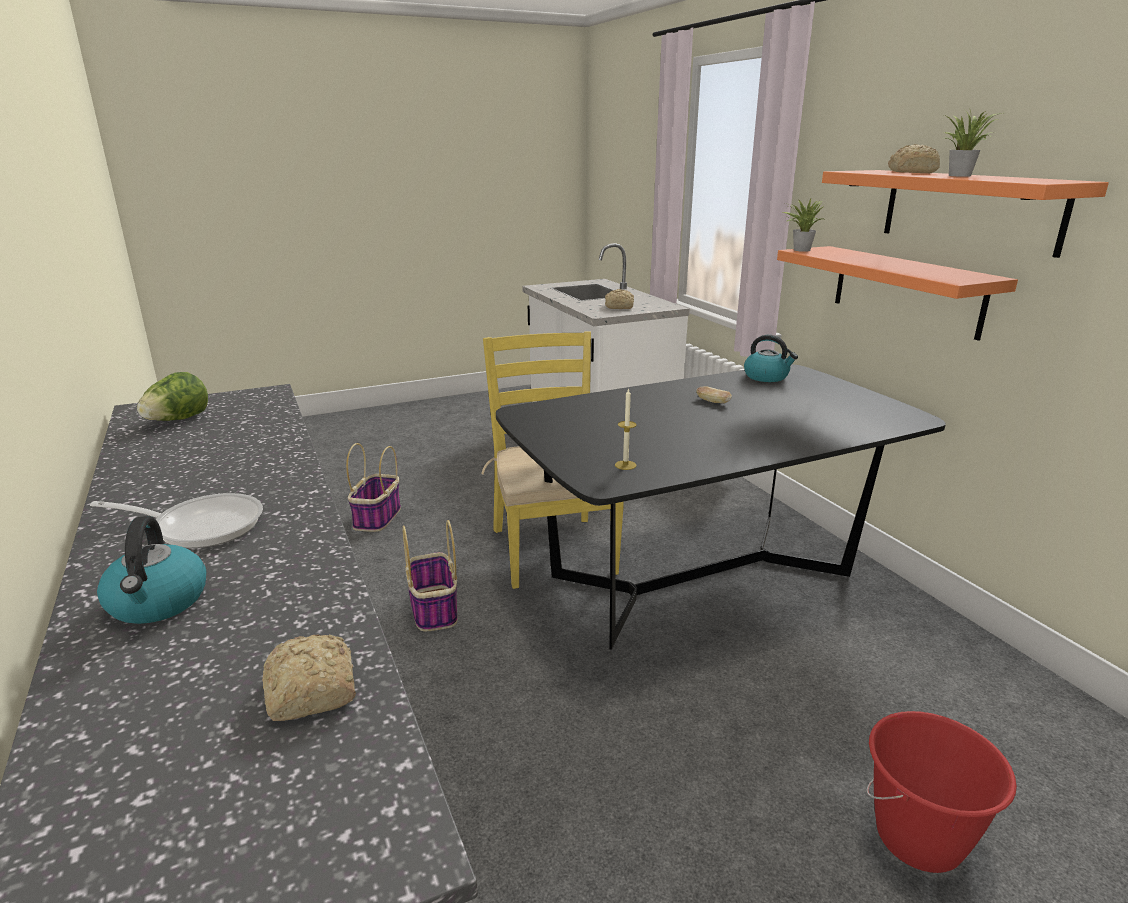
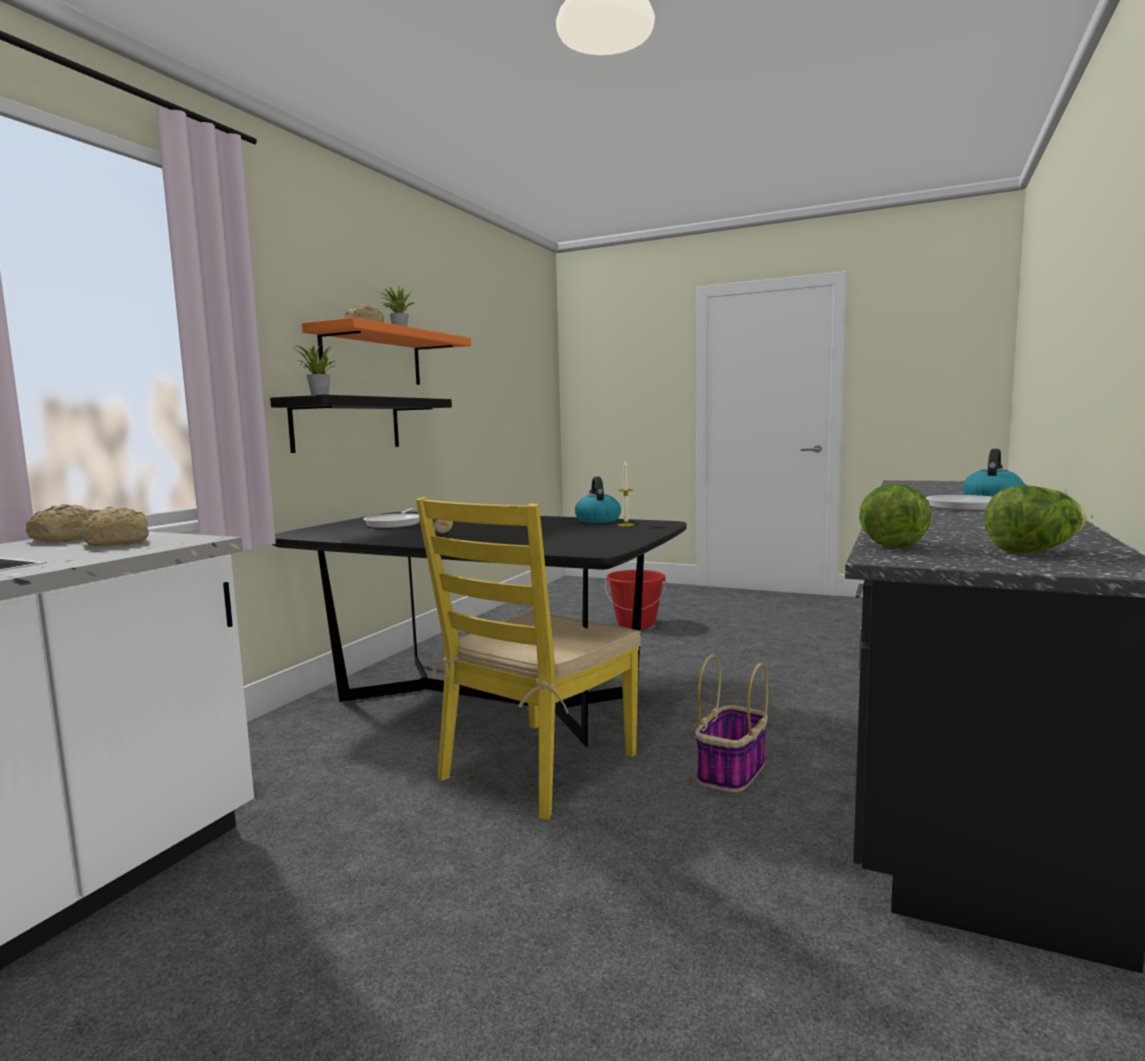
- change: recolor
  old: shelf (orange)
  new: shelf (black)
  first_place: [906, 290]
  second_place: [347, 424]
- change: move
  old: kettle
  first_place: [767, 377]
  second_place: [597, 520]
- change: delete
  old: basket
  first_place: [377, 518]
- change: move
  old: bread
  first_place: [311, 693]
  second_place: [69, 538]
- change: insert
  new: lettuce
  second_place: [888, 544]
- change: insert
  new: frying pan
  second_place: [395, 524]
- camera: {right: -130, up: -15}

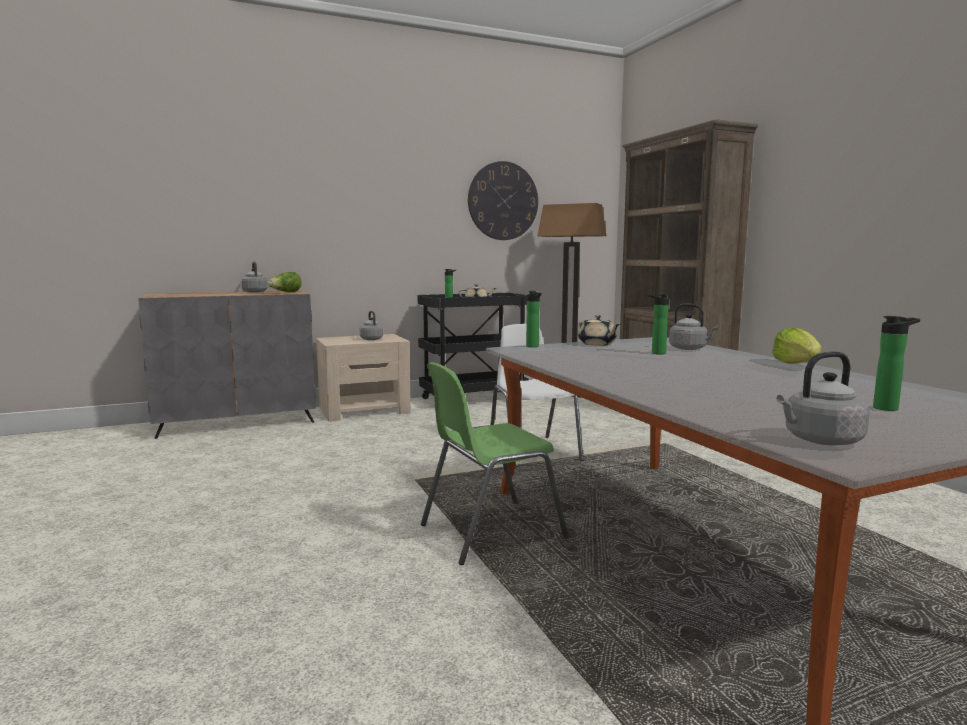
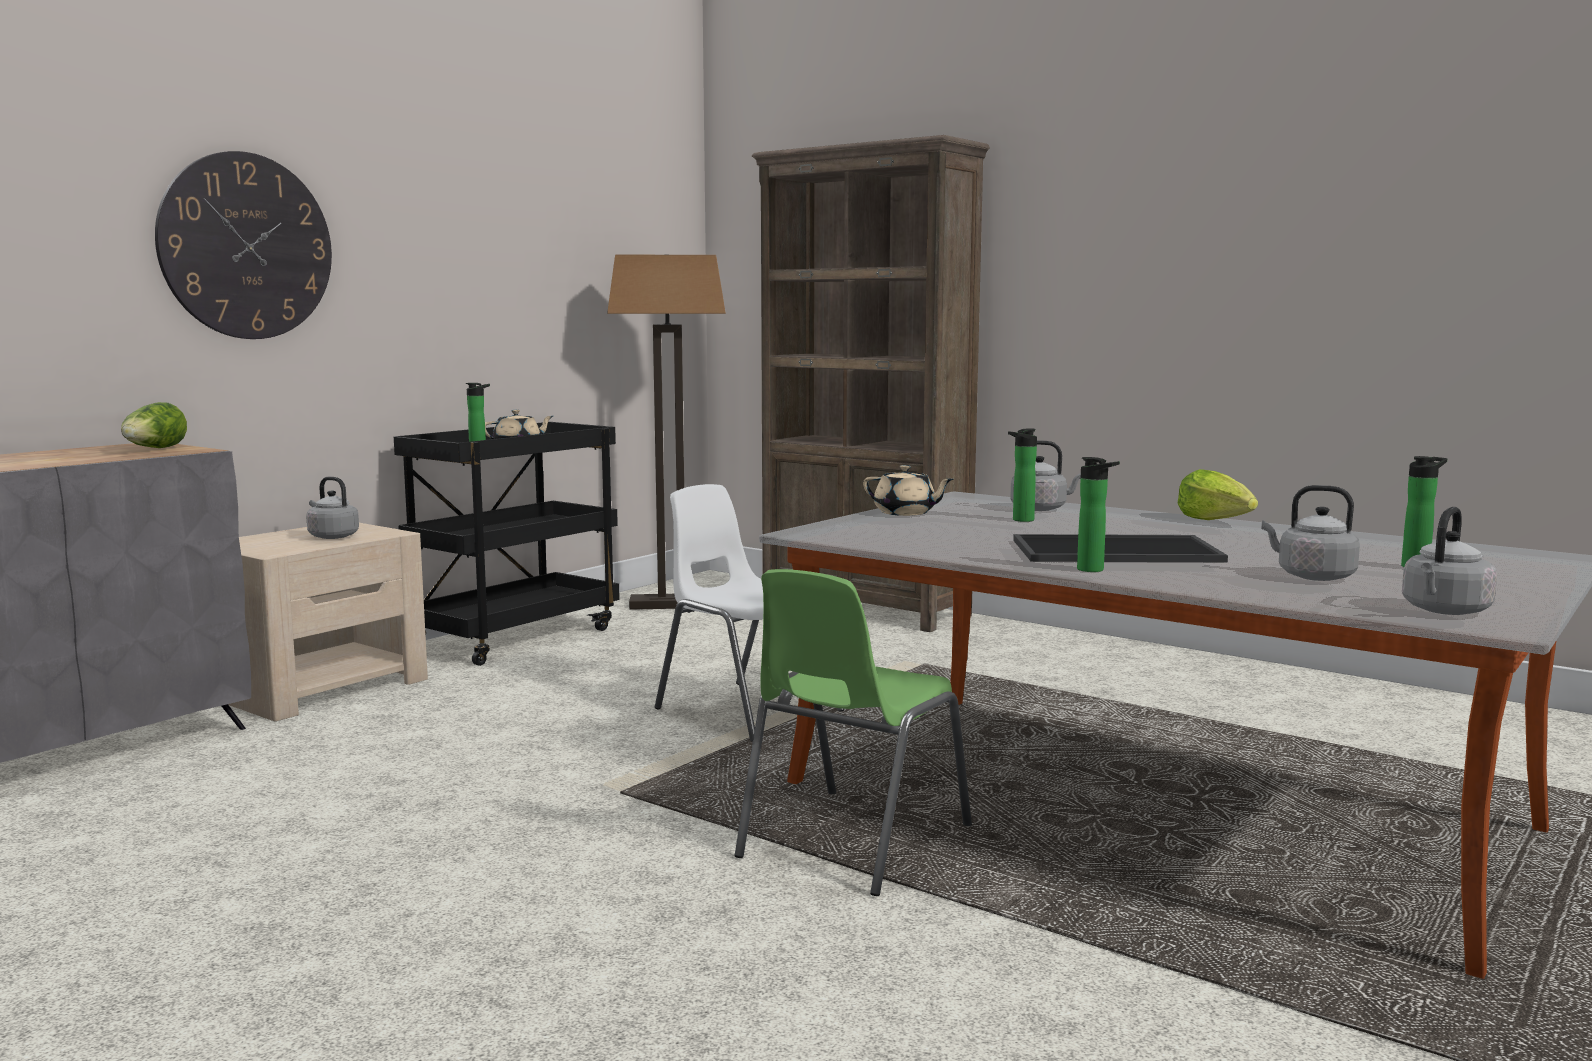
- change: move
  old: wall clock
  first_place: [503, 201]
  second_place: [246, 246]
- change: move
  old: kettle (grey)
  first_place: [254, 292]
  second_place: [1311, 576]
- change: move
  old: bottle
  first_place: [533, 346]
  second_place: [1094, 570]
- change: insert
  new: tray
  second_place: [1114, 551]
- camera: {right: -30, up: 0}

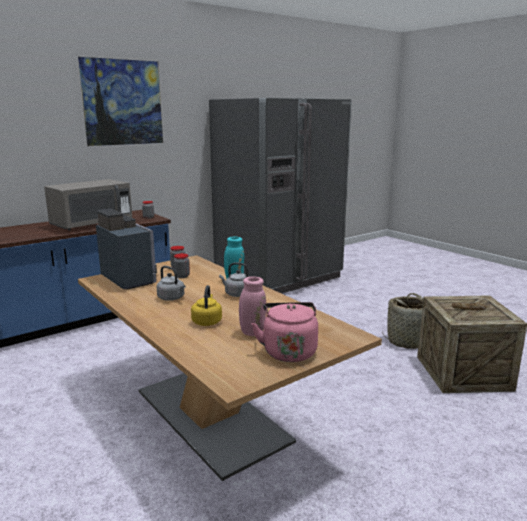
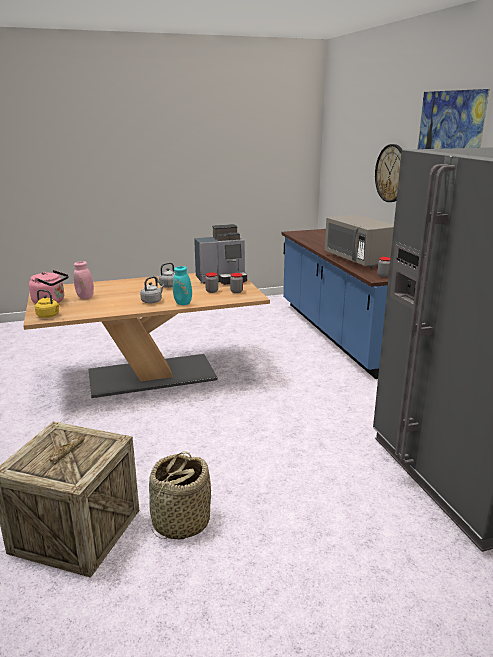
- change: move
  old: kettle (yellow)
  first_place: [207, 321]
  second_place: [49, 316]
- change: insert
  new: wall clock
  second_place: [392, 173]
- camera: {right: 110, up: 5}

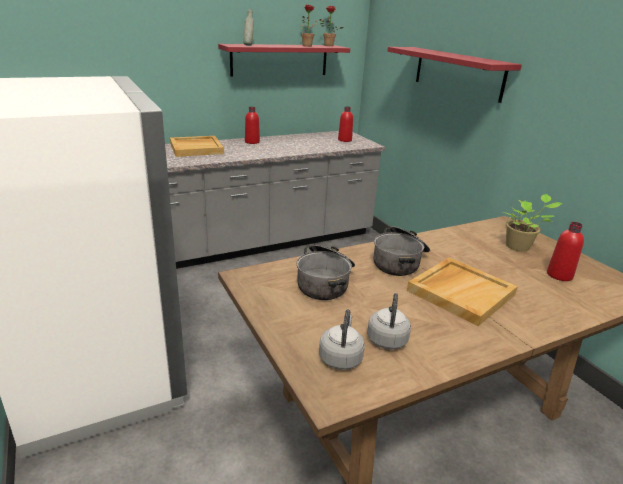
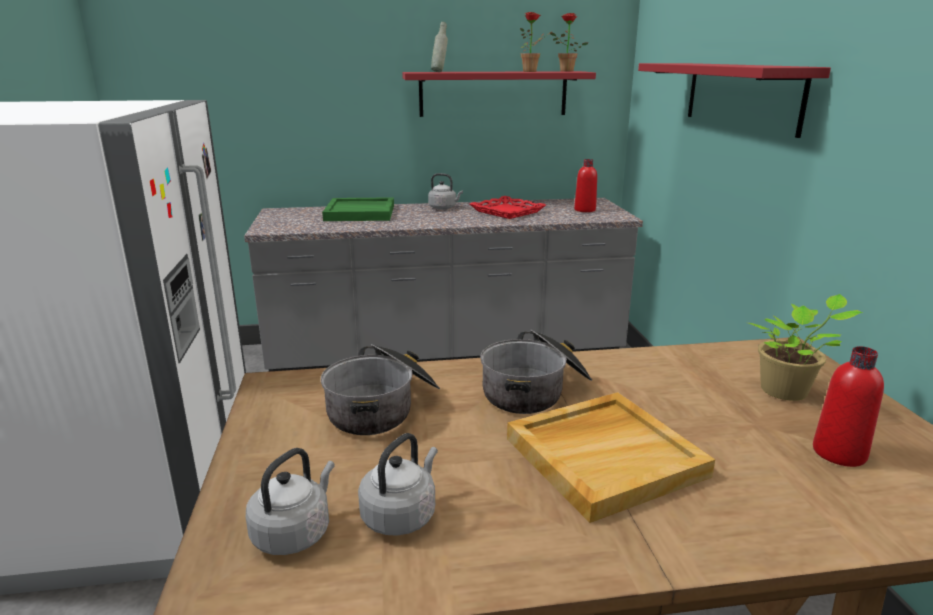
- change: replace
  old: bottle (red)
  new: kettle (grey)
  first_place: [252, 142]
  second_place: [444, 208]
- change: recolor
  old: tray (beige)
  new: tray (green)
  first_place: [196, 148]
  second_place: [361, 213]
- change: insert
  new: tray (red)
  second_place: [507, 212]
- camera: {right: 20, up: -5}

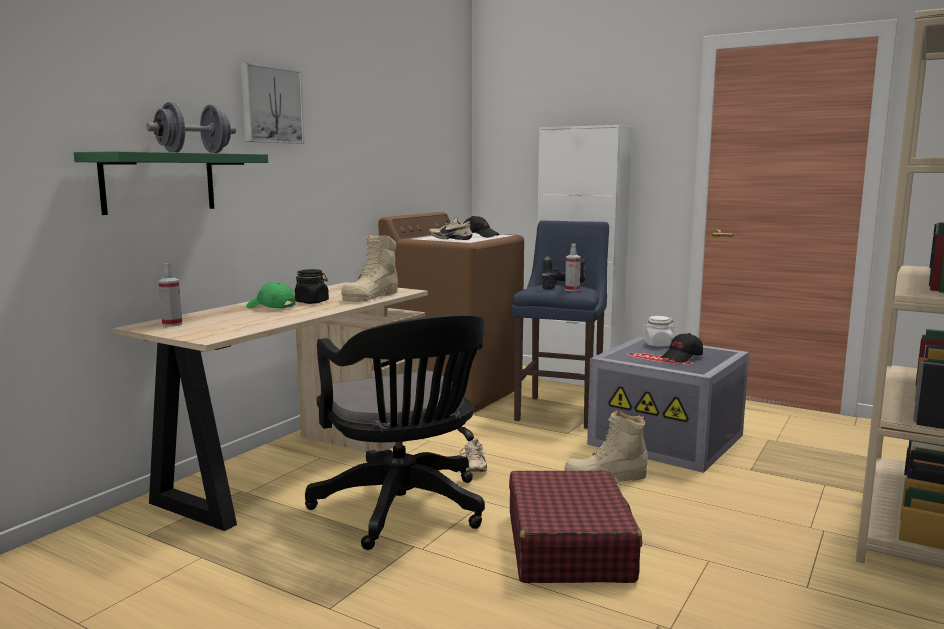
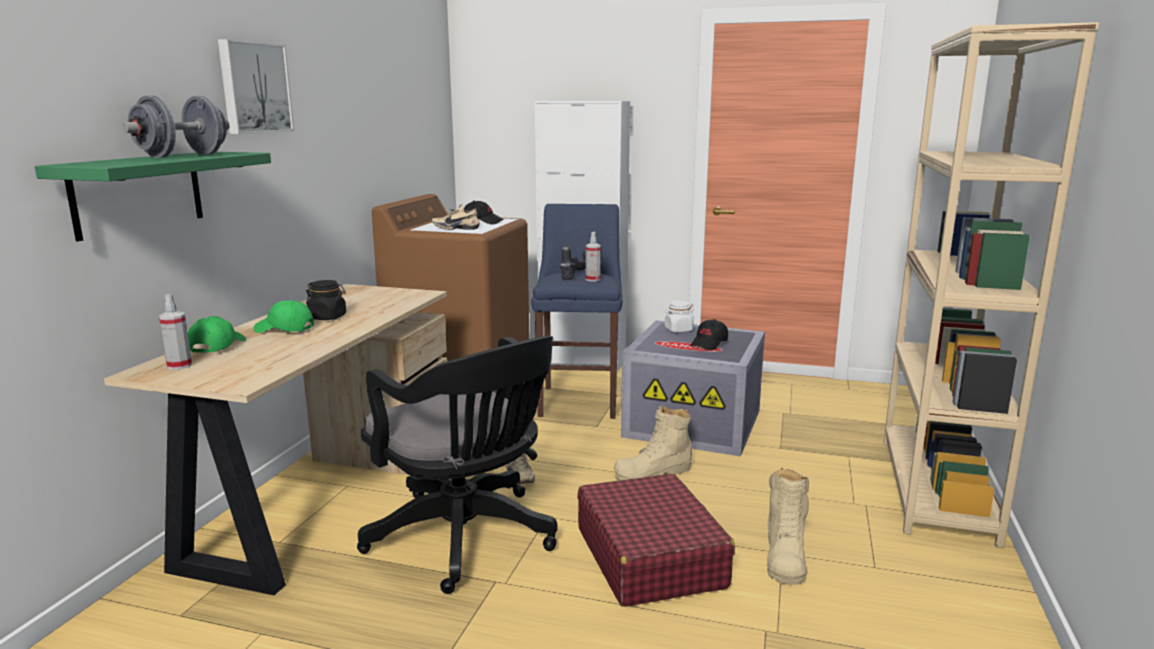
- change: move
  old: boot (beige)
  first_place: [371, 296]
  second_place: [785, 556]
- change: insert
  new: cap (green)
  second_place: [217, 346]
- camera: {right: -15, up: 5}

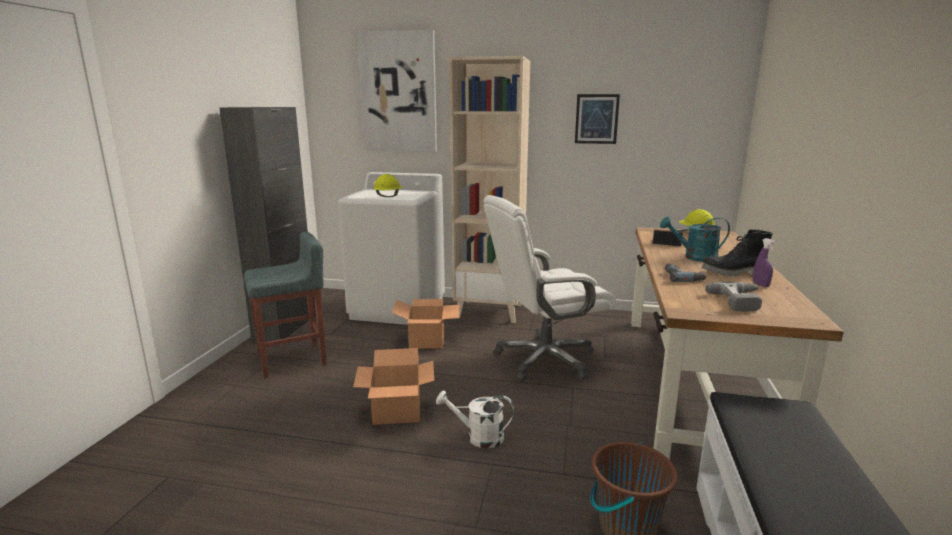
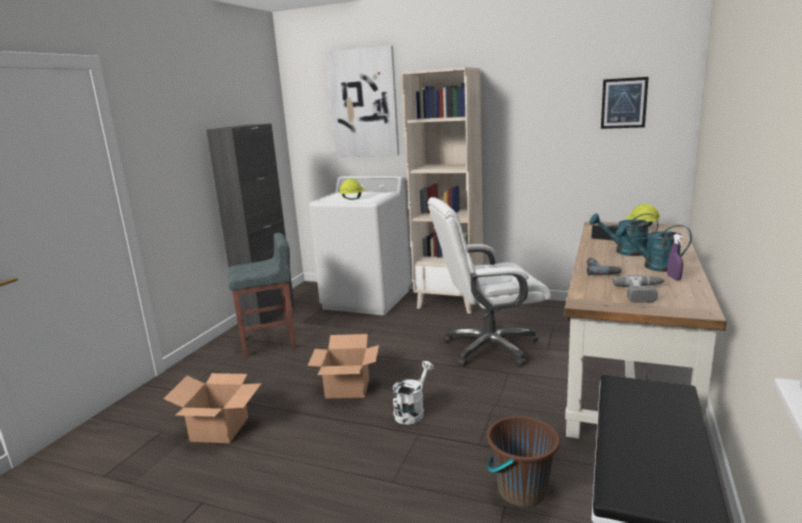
- change: move
  old: picture
  first_place: [596, 119]
  second_place: [624, 103]
- change: replace
  old: boot (black)
  new: watering can (turquoise)
  first_place: [734, 273]
  second_place: [654, 267]
- change: move
  old: cardboard box
  first_place: [426, 340]
  second_place: [219, 428]
- change: rotate
  old: watering can (white)
  first_place: [478, 437]
  second_place: [412, 411]
  degrees: 105
- camera: {right: 10, up: 0}

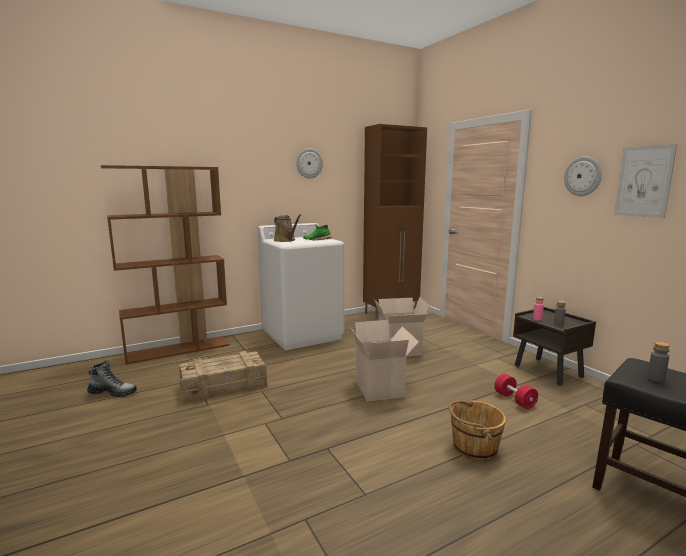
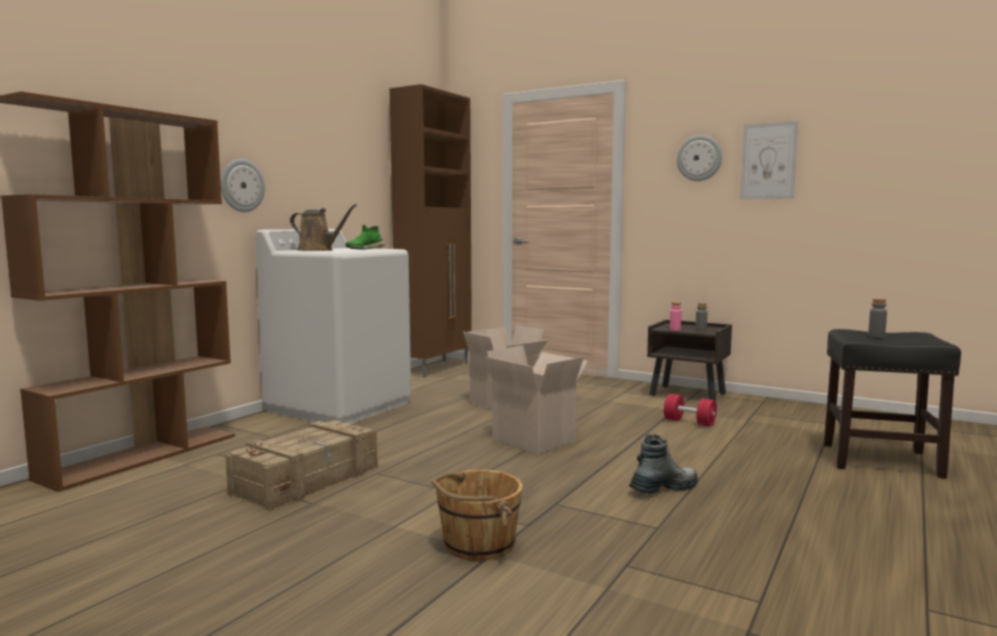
- change: move
  old: wall clock
  first_place: [309, 163]
  second_place: [241, 185]
- change: move
  old: boot
  first_place: [113, 393]
  second_place: [663, 489]
- change: move
  old: bucket (brown)
  first_place: [473, 447]
  second_place: [477, 544]
- camera: {right: -30, up: -5}

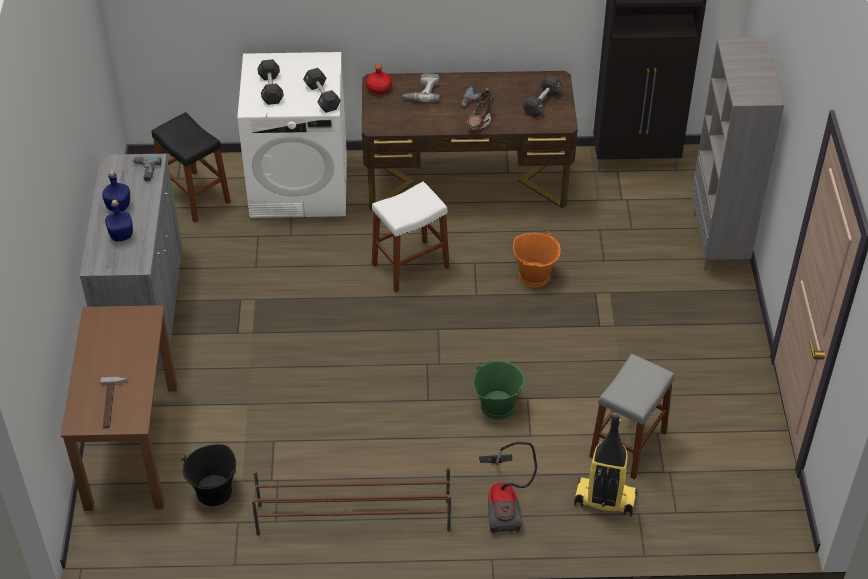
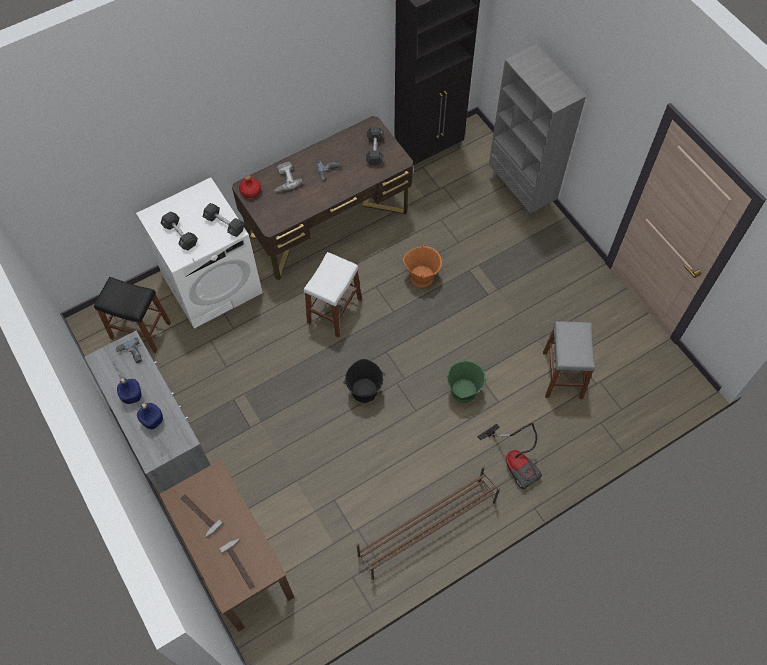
- change: delete
  old: boot (brown)
  first_place: [479, 122]
- change: delete
  old: vacuum cleaner
  first_place: [604, 500]
- change: move
  old: bucket (black)
  first_place: [214, 492]
  second_place: [365, 391]
- change: insert
  new: hammer
  second_place: [198, 515]
- camera: {right: -30, up: 15}

